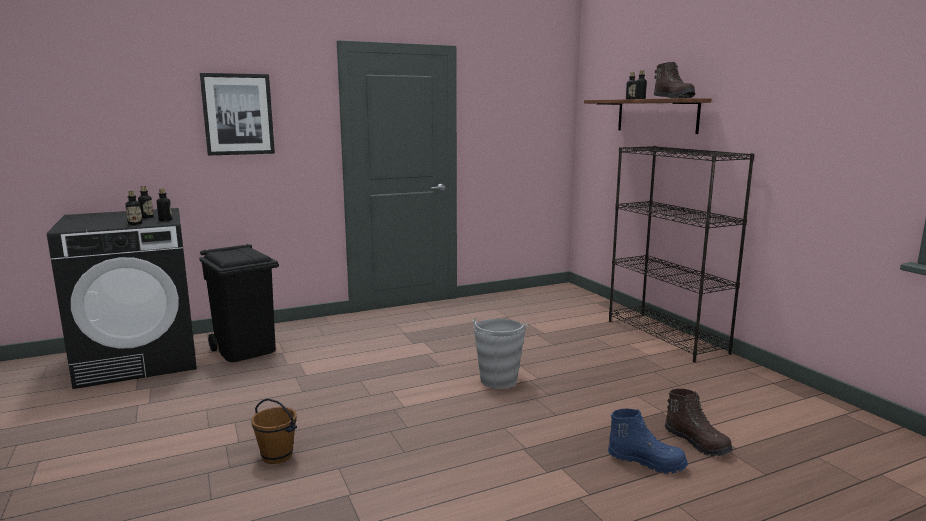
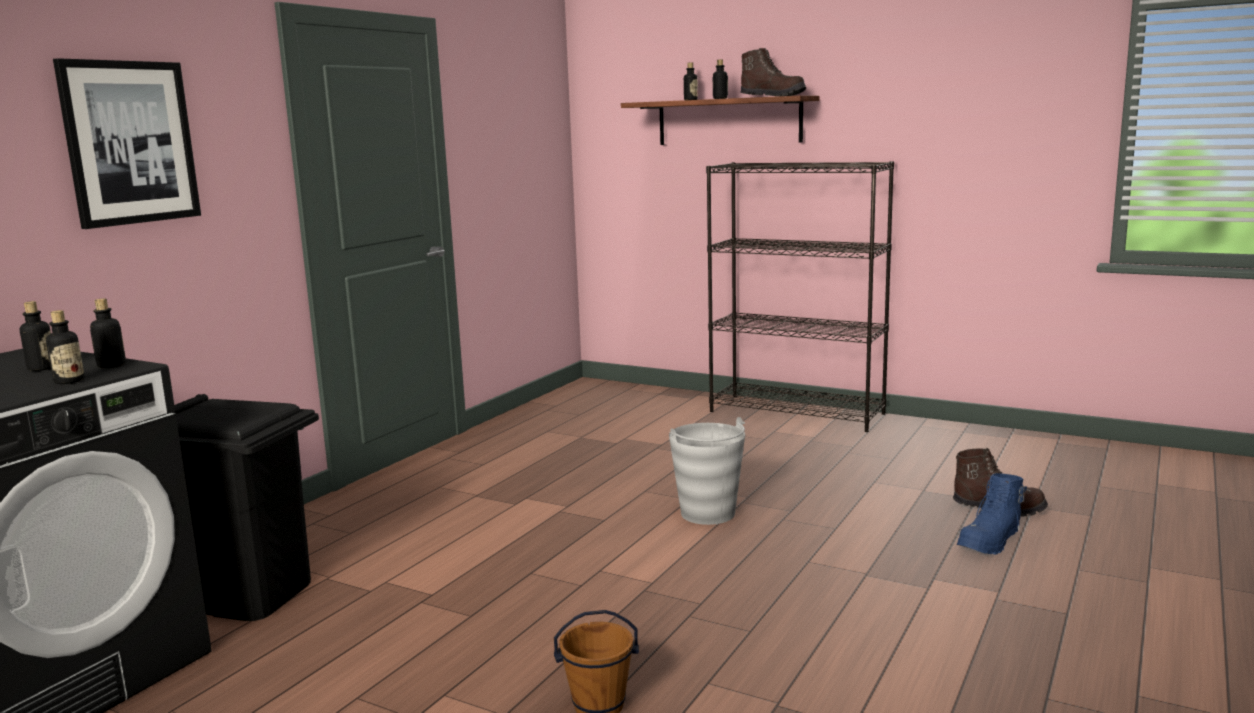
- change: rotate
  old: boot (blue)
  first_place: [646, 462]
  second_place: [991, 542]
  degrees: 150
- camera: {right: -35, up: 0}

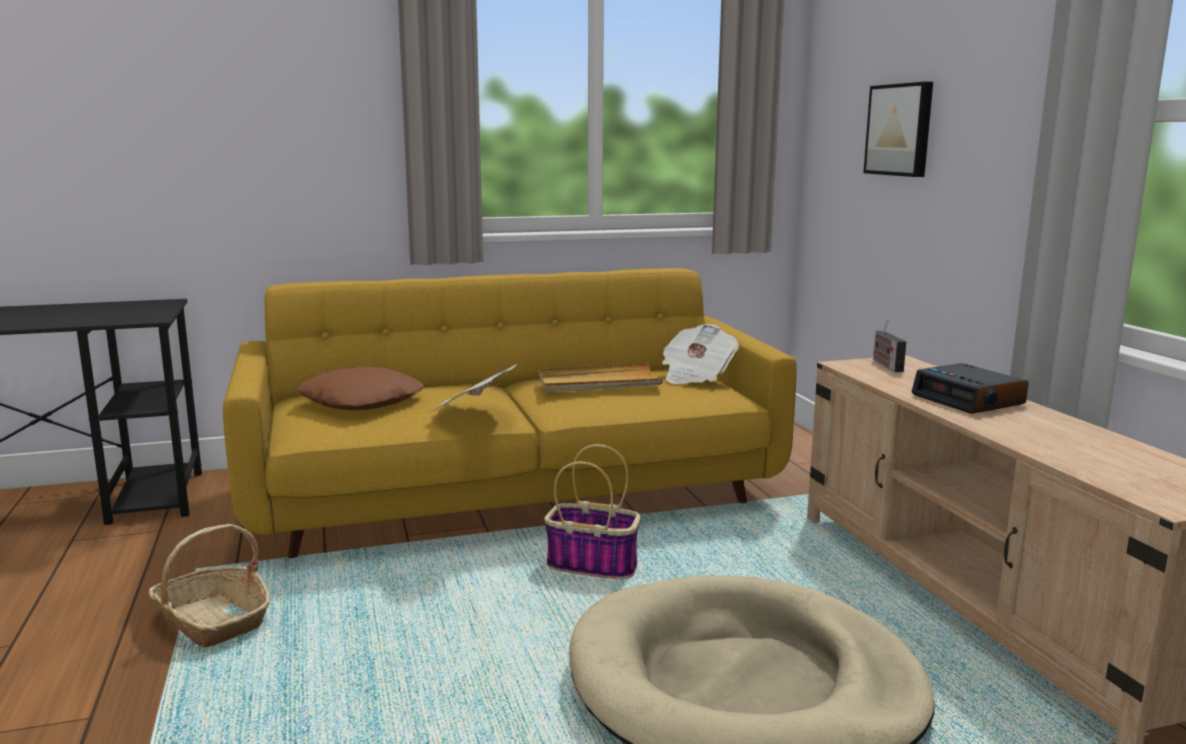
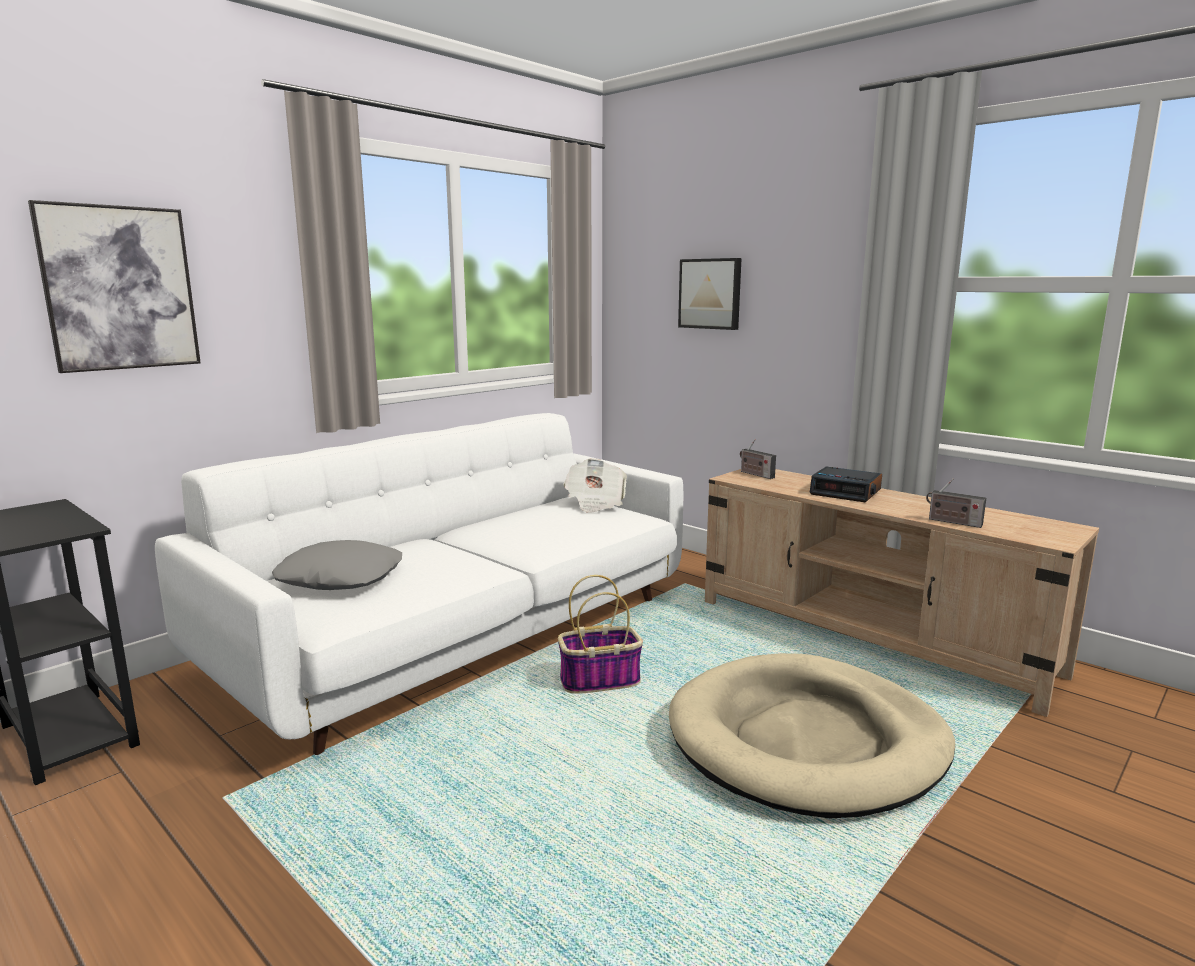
- change: recolor
  old: sofa (yellow)
  new: sofa (white)
  first_place: [515, 494]
  second_place: [465, 636]
- change: delete
  old: tray (beige)
  first_place: [598, 383]
- change: delete
  old: newspaper
  first_place: [474, 412]
- change: recolor
  old: pillow (brown)
  new: pillow (grey)
  first_place: [362, 401]
  second_place: [341, 577]
- change: delete
  old: basket
  first_place: [213, 621]
- change: insert
  new: picture
  second_place: [120, 288]
- change: insert
  new: radio
  second_place: [952, 522]
- camera: {right: -30, up: 0}

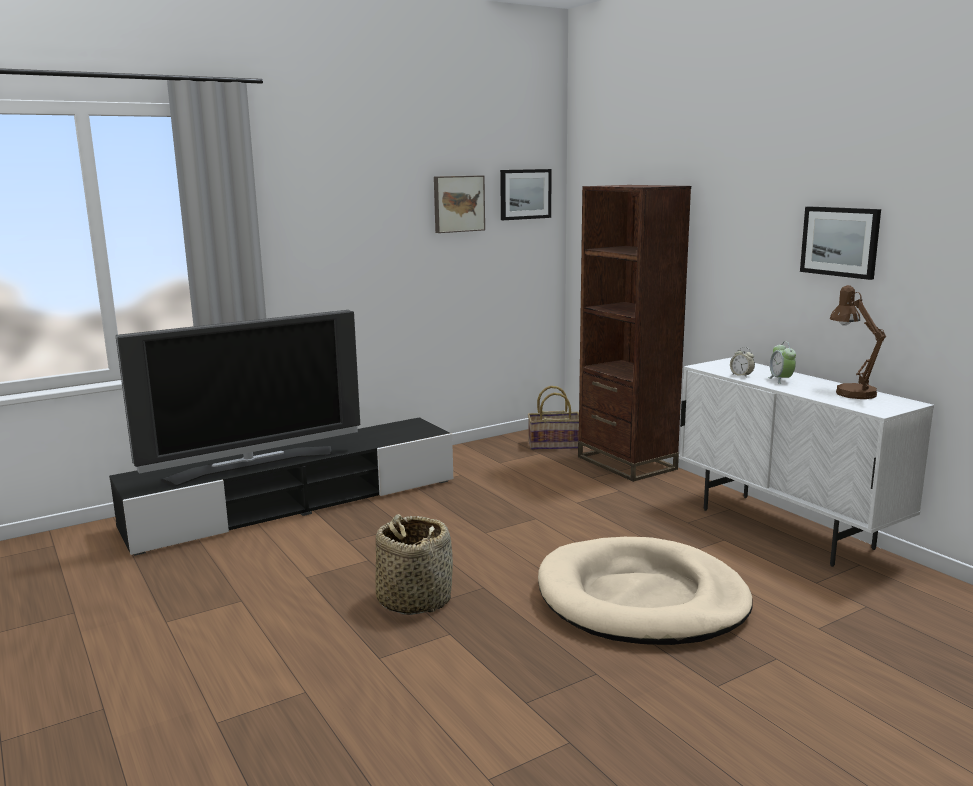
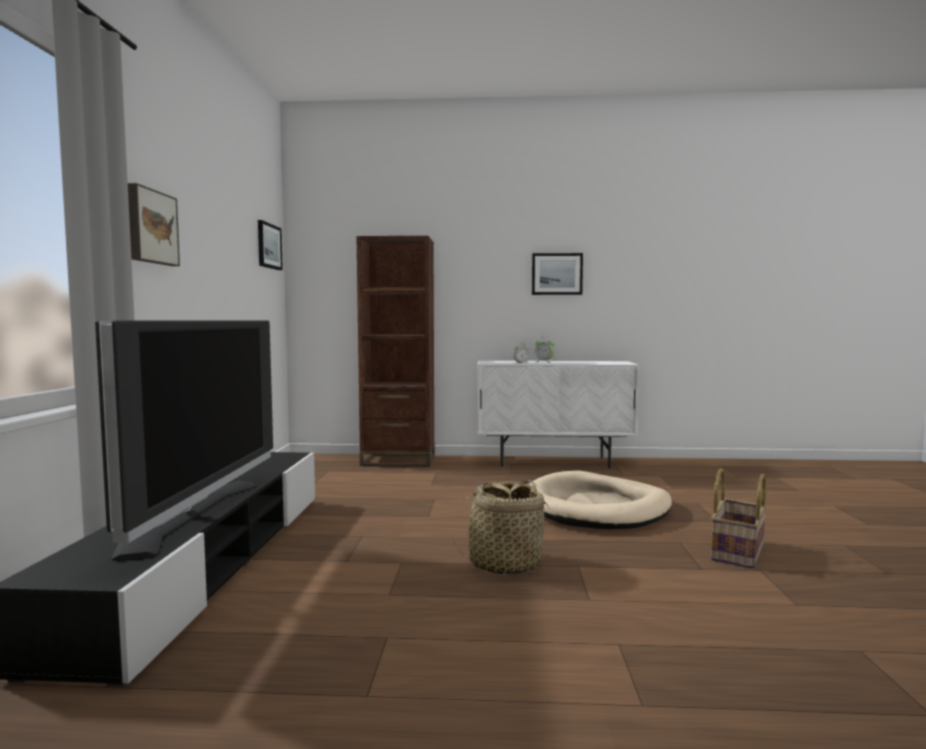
- change: move
  old: picture
  first_place: [458, 203]
  second_place: [151, 227]
- change: delete
  old: table lamp (brown)
  first_place: [850, 392]
- change: move
  old: basket
  first_place: [554, 444]
  second_place: [736, 552]
- camera: {right: -55, up: -10}

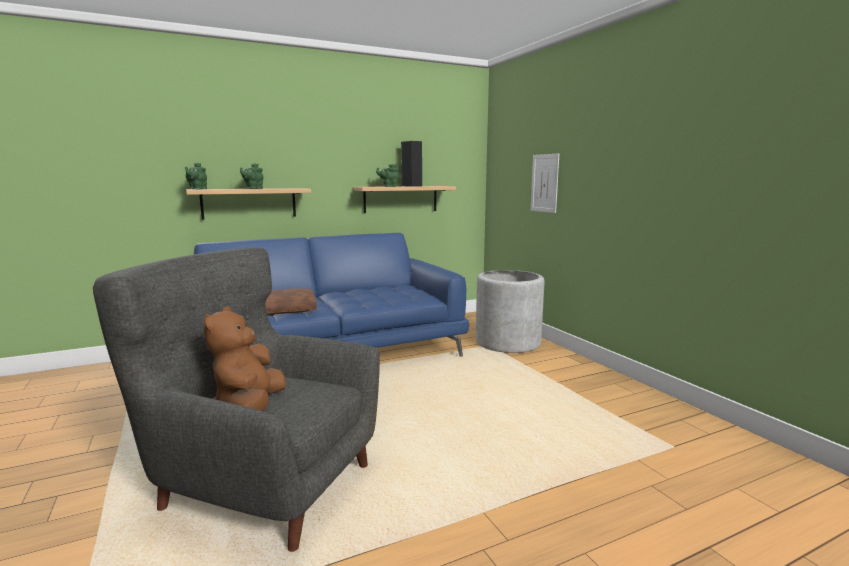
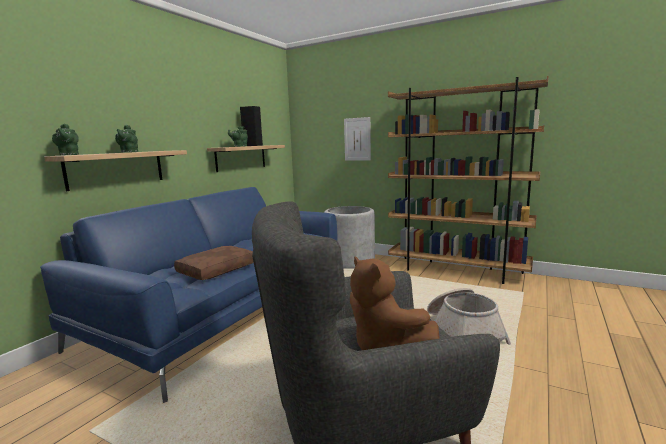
- change: insert
  new: bookcase (brown)
  second_place: [456, 270]
- change: insert
  new: basket
  second_place: [463, 331]
- camera: {right: -35, up: 0}

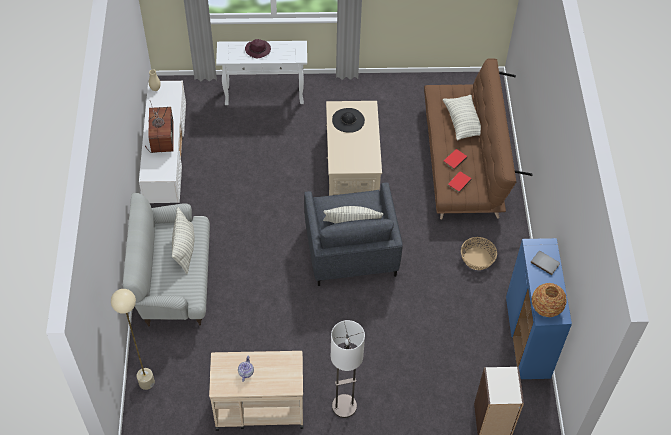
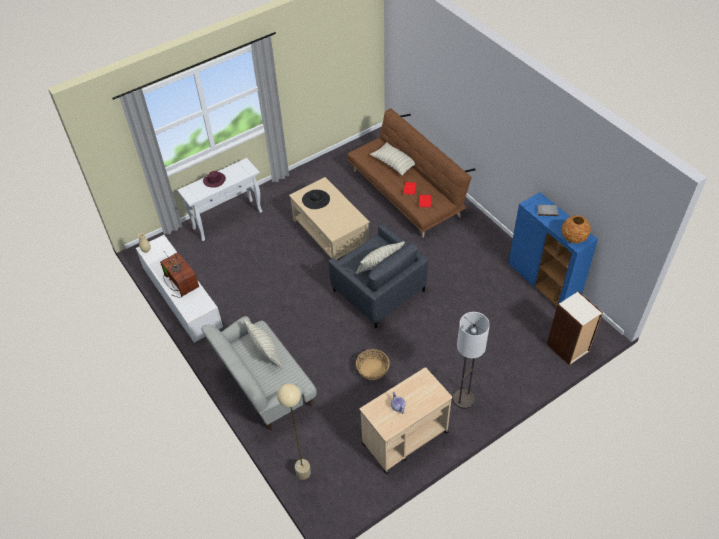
- change: move
  old: basket
  first_place: [477, 259]
  second_place: [373, 369]
- camera: {right: -30, up: -5}

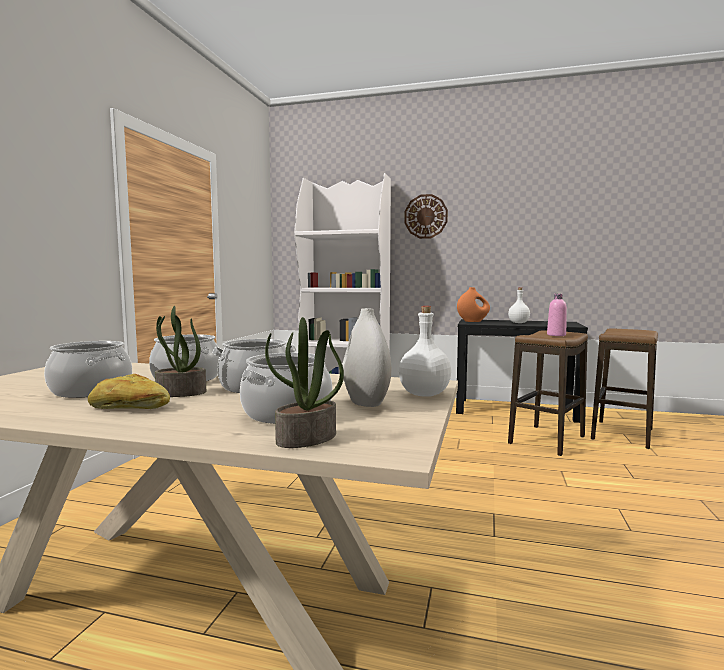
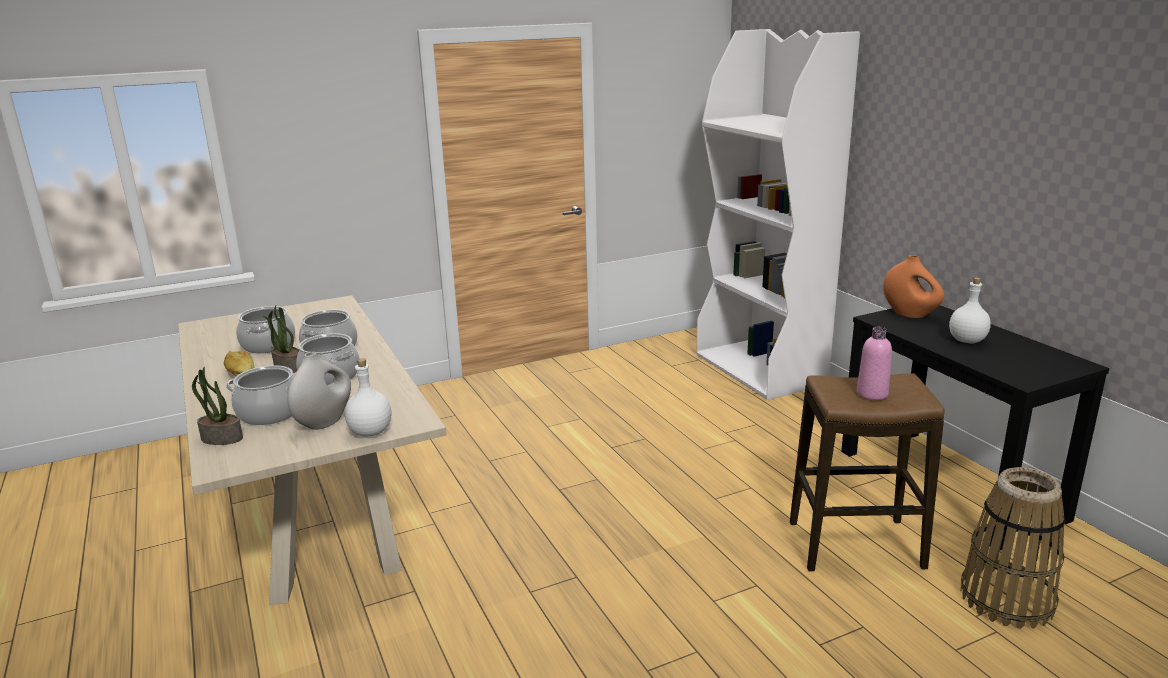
- change: delete
  old: wall clock
  first_place: [425, 216]
- change: replace
  old: stool
  new: basket
  first_place: [622, 434]
  second_place: [1007, 599]
- camera: {right: 50, up: 15}

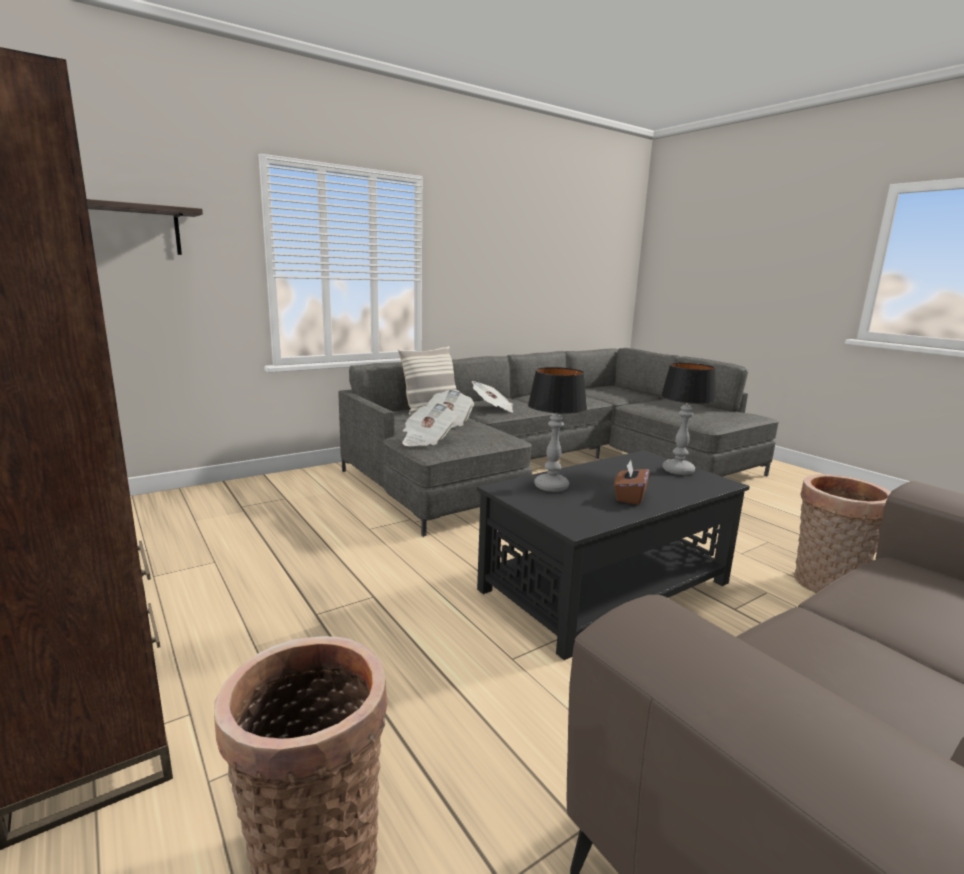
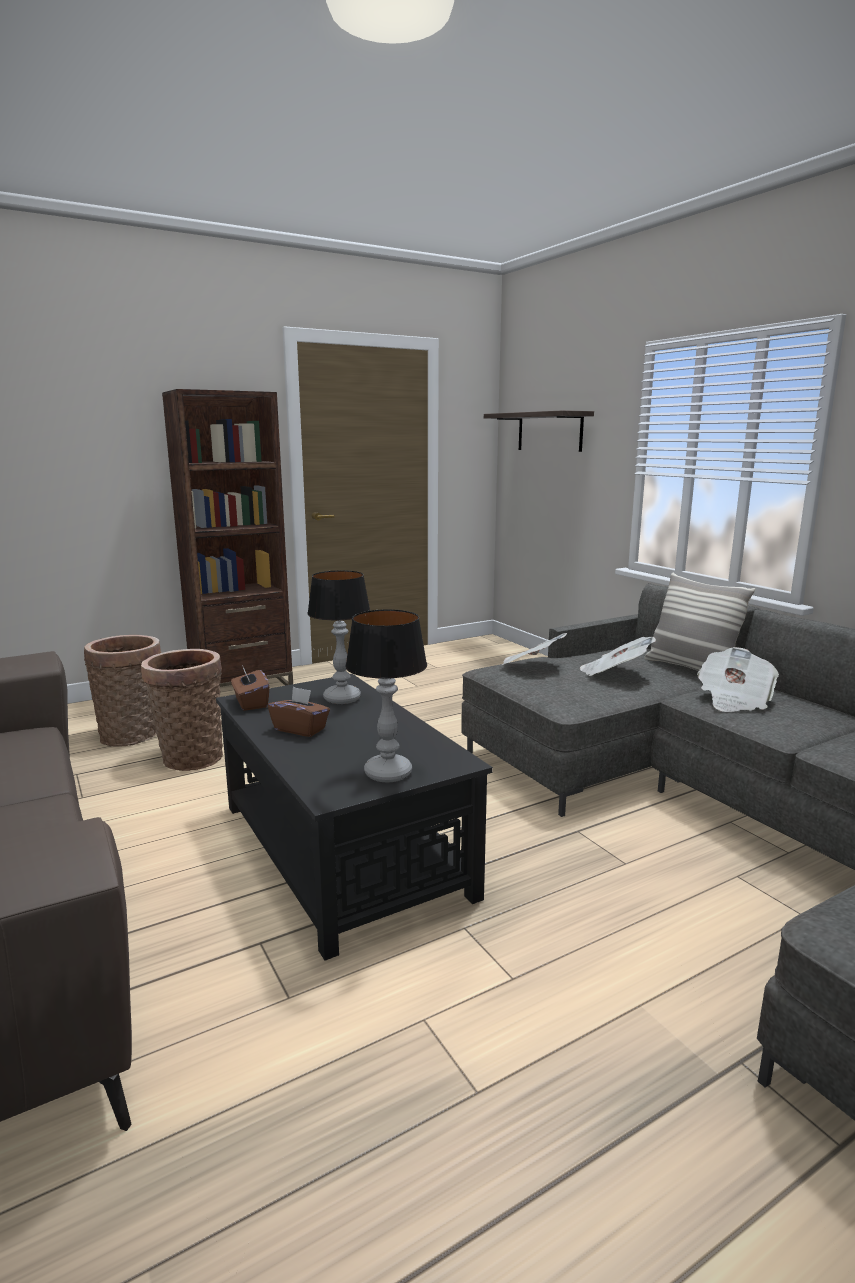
- change: move
  old: basket
  first_place: [826, 586]
  second_place: [190, 756]
- change: insert
  new: tissue box (brown)
  second_place: [251, 703]
- camera: {right: 95, up: 0}

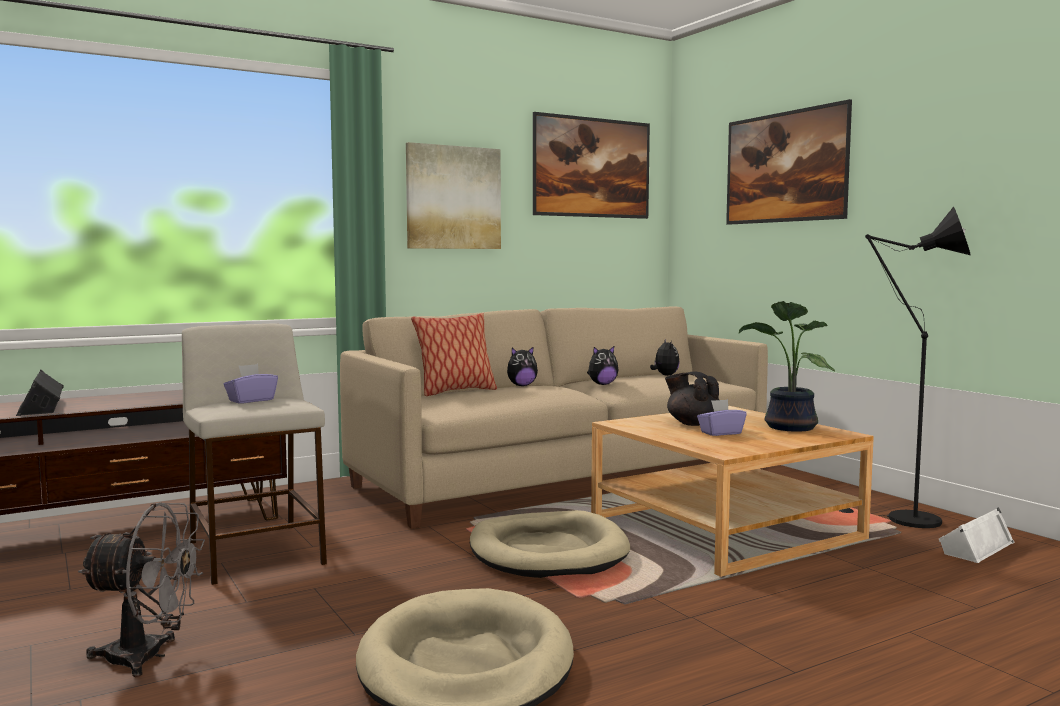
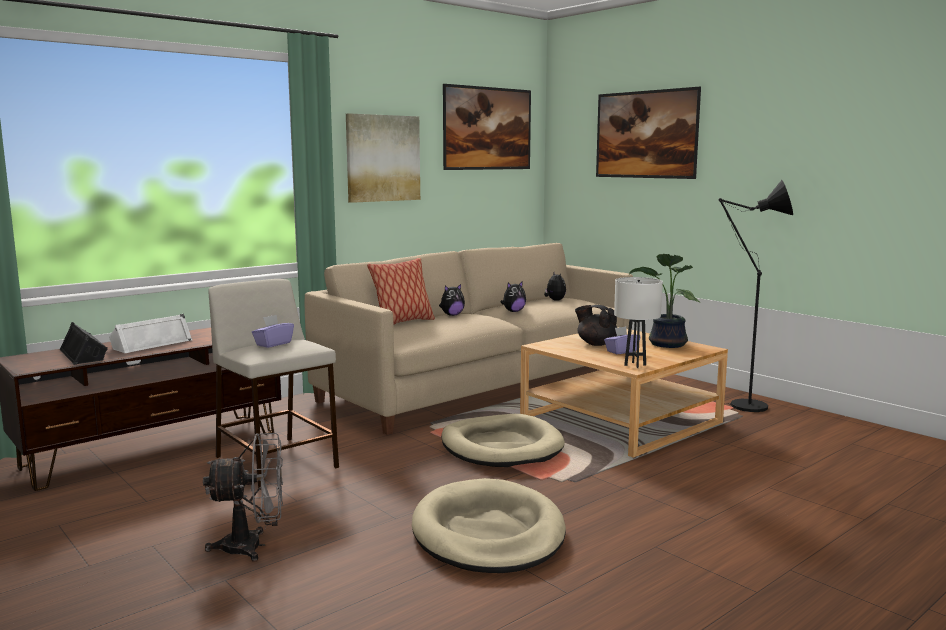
- change: move
  old: speaker (white)
  first_place: [975, 547]
  second_place: [151, 344]
- change: insert
  new: table lamp (white)
  second_place: [635, 365]
- camera: {right: -10, up: 5}

